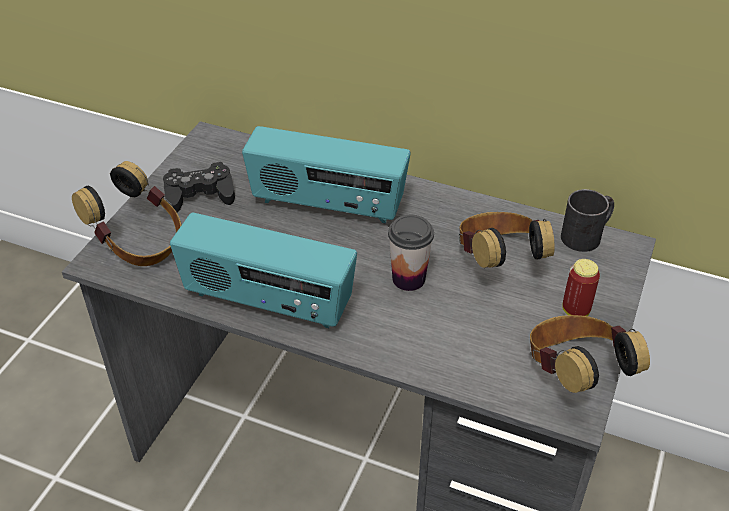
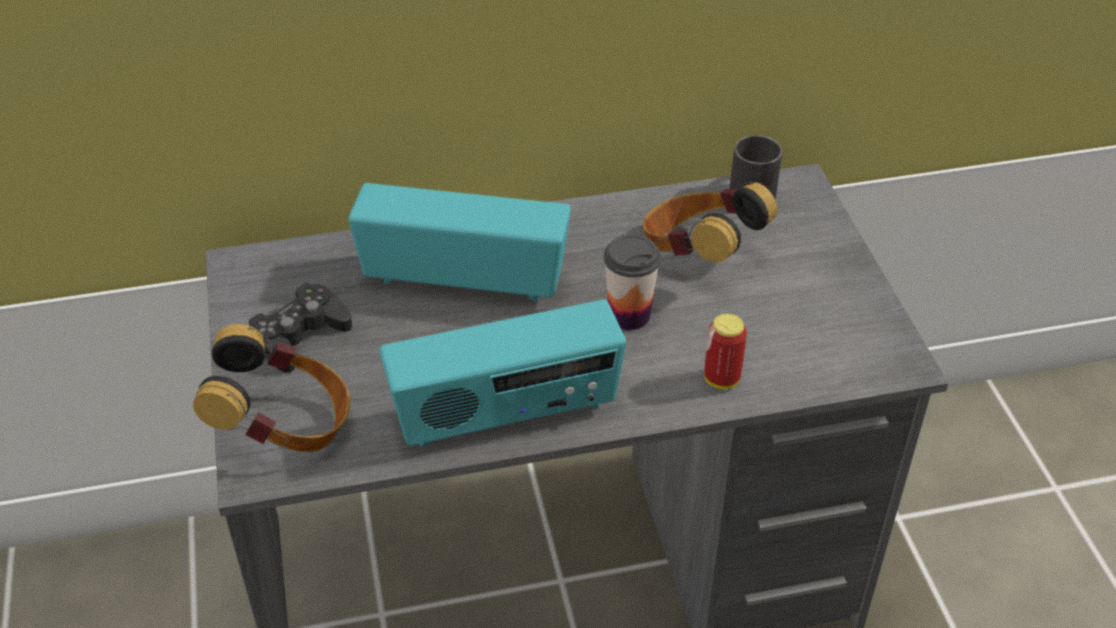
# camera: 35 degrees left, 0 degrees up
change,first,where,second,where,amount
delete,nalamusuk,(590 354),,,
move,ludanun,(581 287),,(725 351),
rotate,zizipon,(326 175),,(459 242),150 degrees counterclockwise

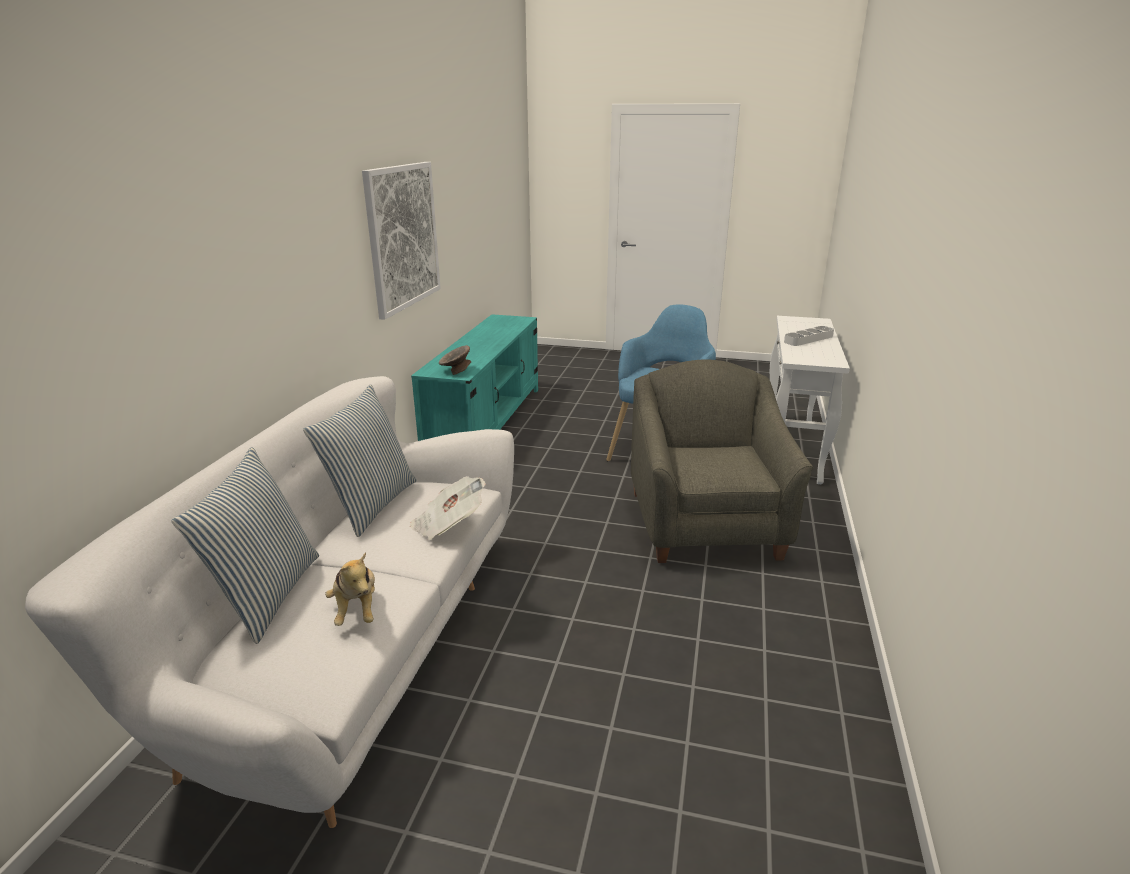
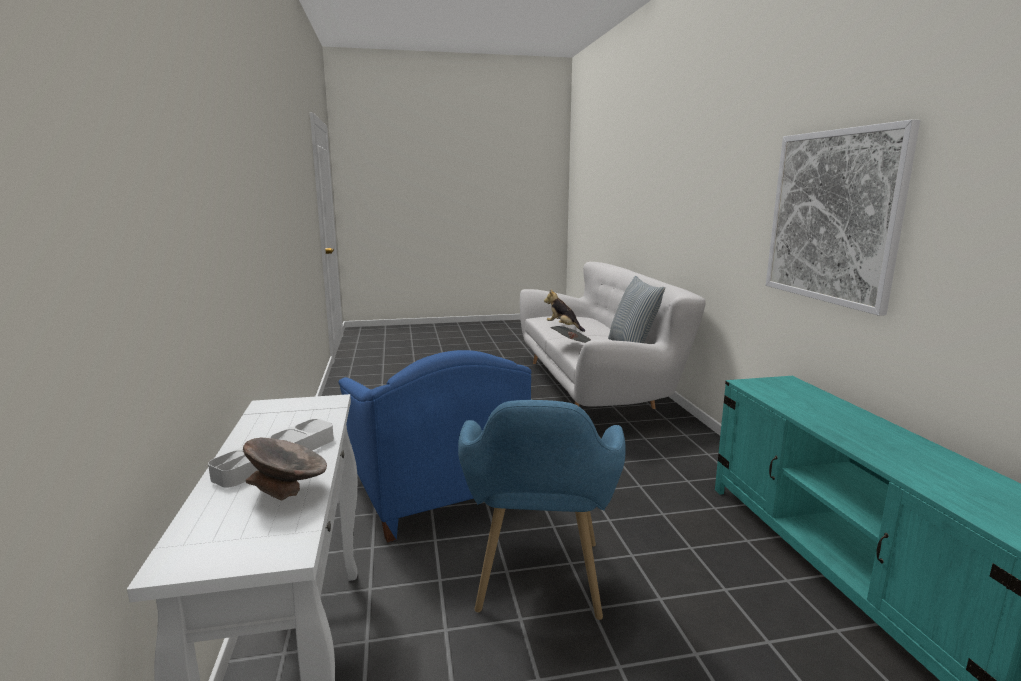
# camera: 155 degrees right, 10 degrees down
change,first,where,second,where,amount
delete,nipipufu,(245 545),,,
move,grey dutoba,(455 360),,(285 468),
recolor,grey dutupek,(722 461),blue dutupek,(435 446),

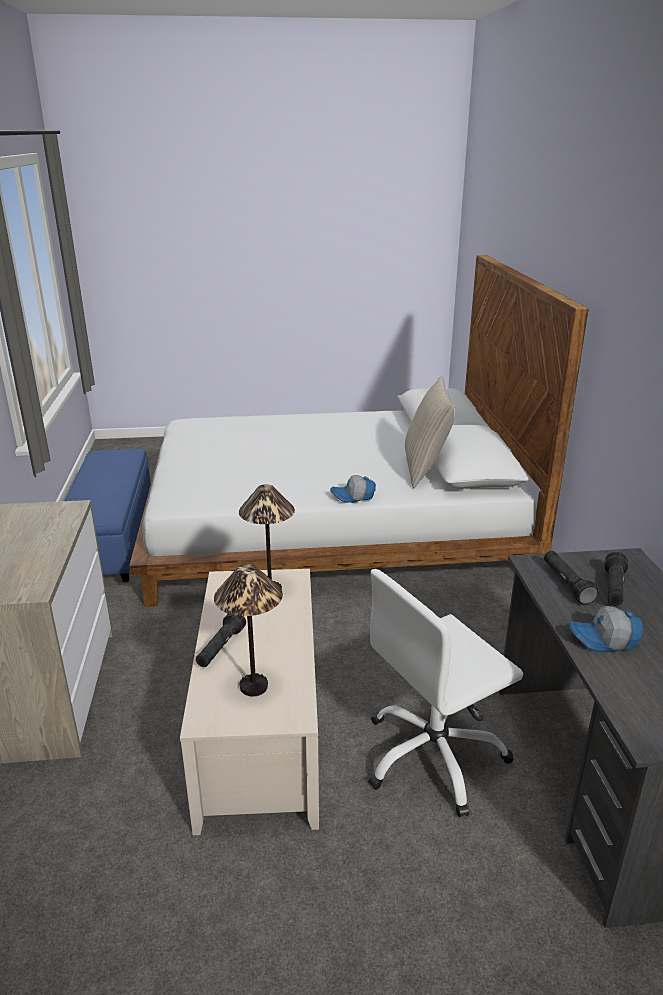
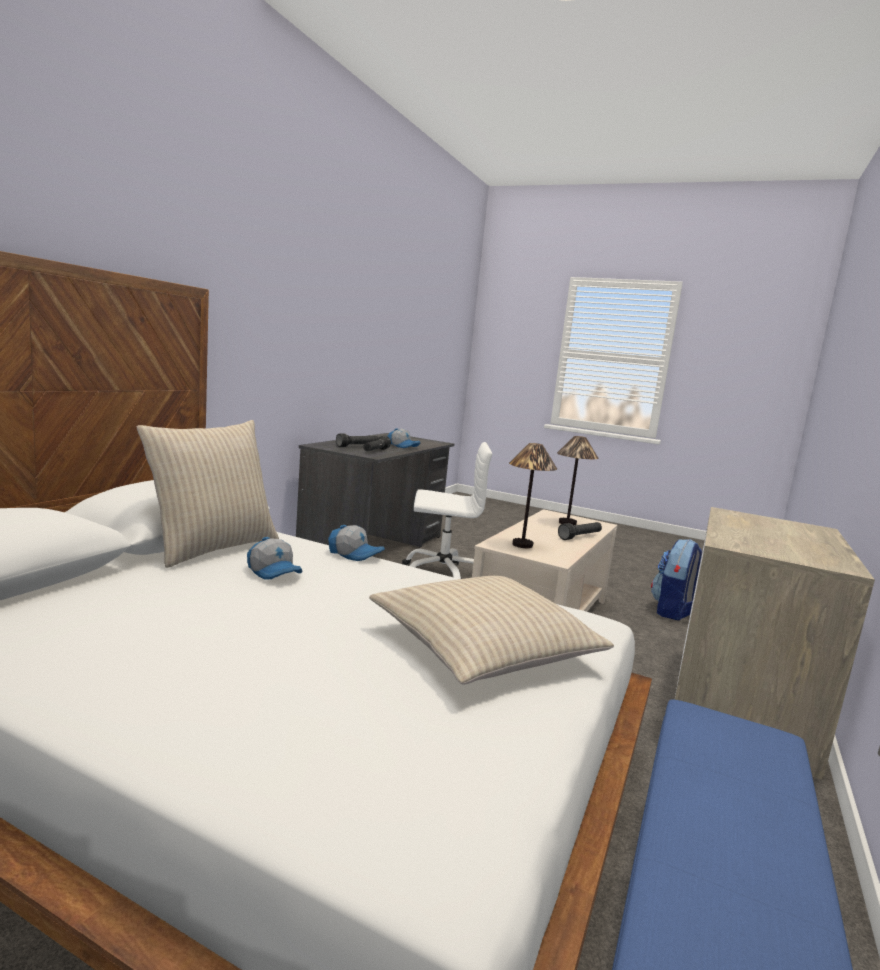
# camera: 150 degrees left, 15 degrees down
change,first,where,second,where,amount
insert,,,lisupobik,(275 558),
insert,,,beige nipipufu,(491 630),
insert,,,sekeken,(676 579),

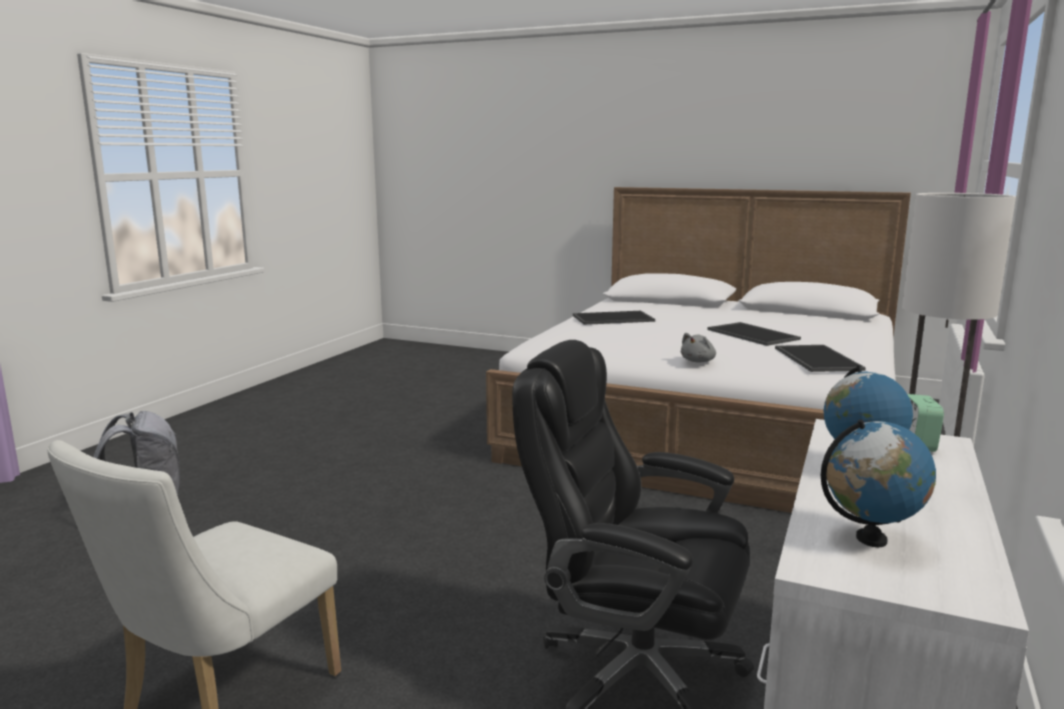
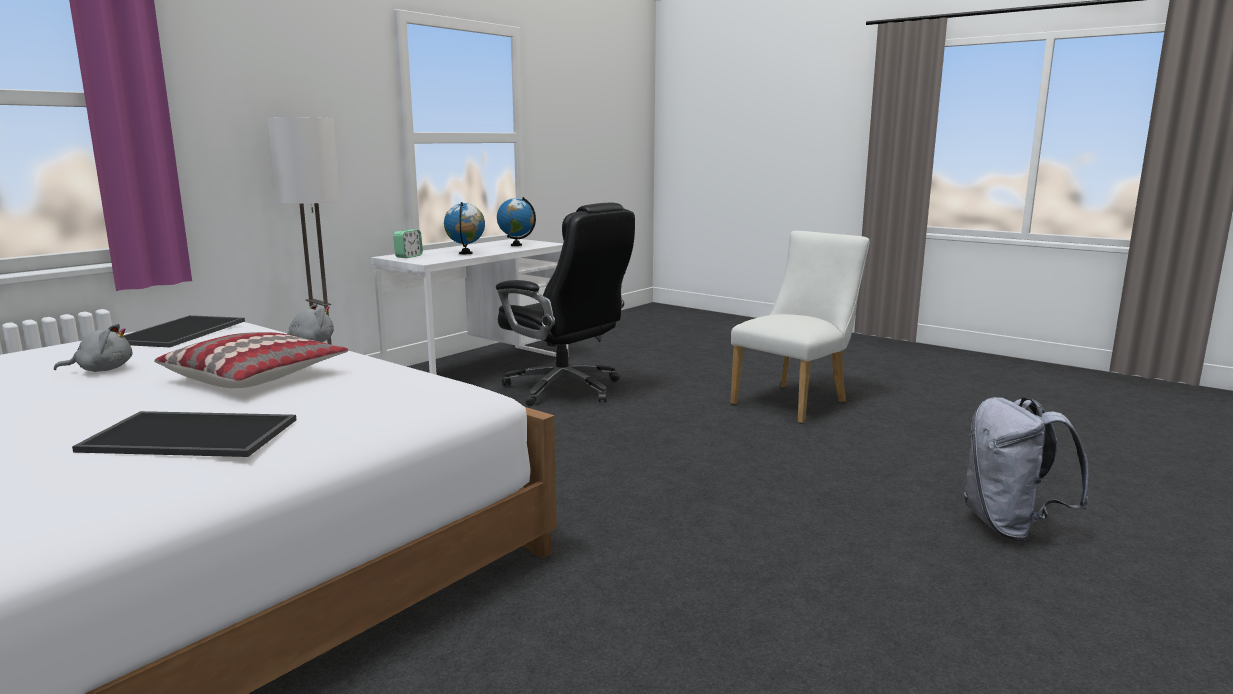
# camera: 165 degrees left, 0 degrees up
change,first,where,second,where,amount
insert,,,nipipufu,(251 360),
replace,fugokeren,(754 334),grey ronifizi,(93 348),

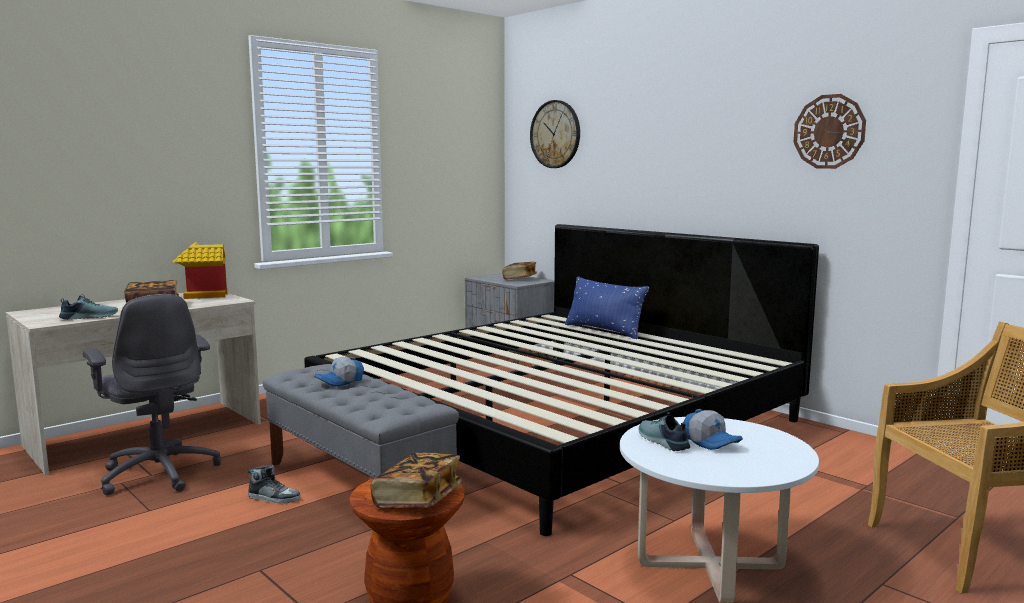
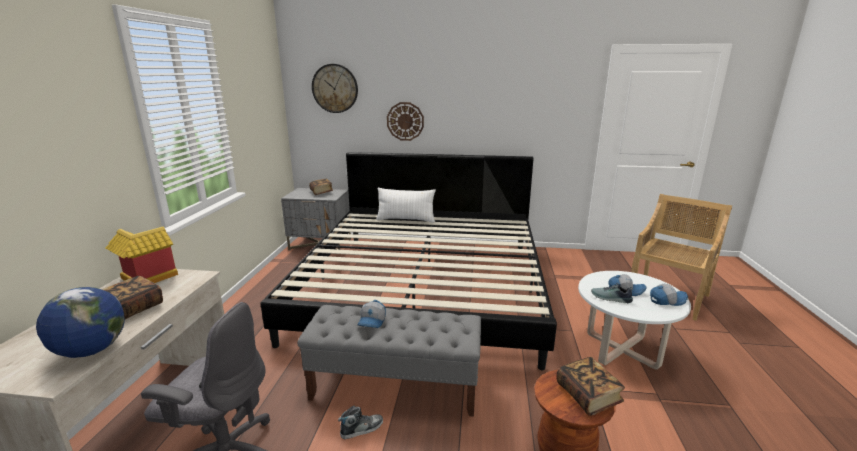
# camera: 40 degrees left, 10 degrees up
change,first,where,second,where,amount
insert,,,lisupobik,(669 295),
move,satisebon,(829 131),,(405 121),
replace,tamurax,(88 307),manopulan,(80 322),
recolor,blue nipipufu,(607 307),white nipipufu,(406 205),

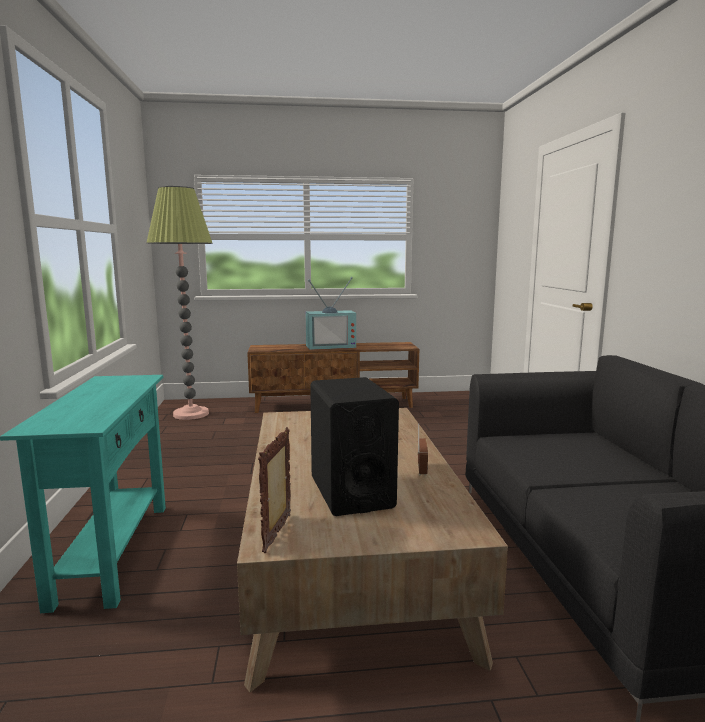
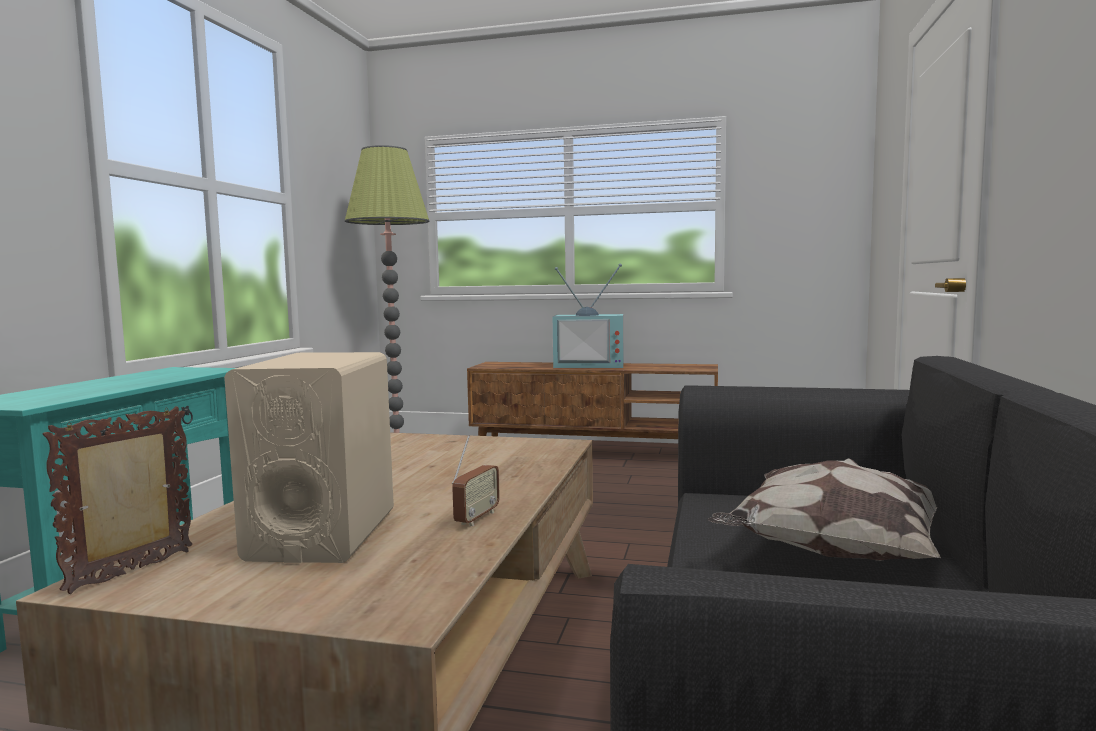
# camera: 20 degrees right, 5 degrees down
change,first,where,second,where,amount
insert,,,nipipufu,(824 509),
recolor,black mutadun,(354 446),beige mutadun,(309 457),

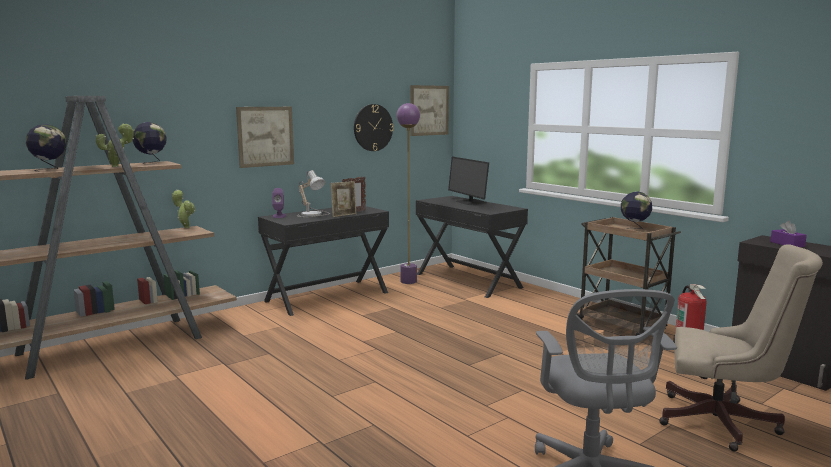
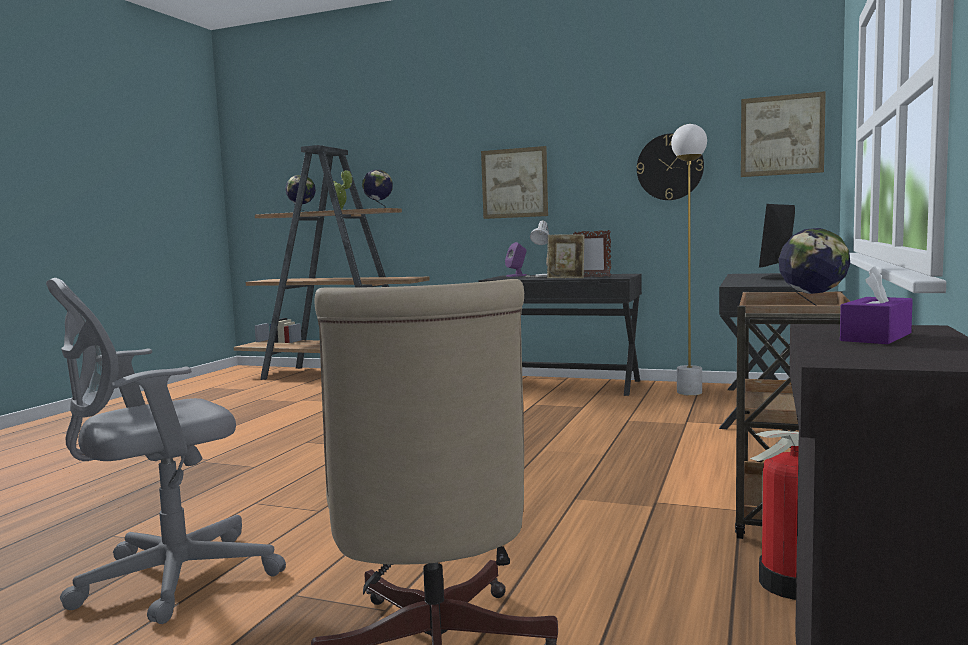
# camera: 60 degrees right, 5 degrees down
change,first,where,second,where,amount
delete,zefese,(184 209),,,
recolor,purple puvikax,(408 193),white puvikax,(689 260),

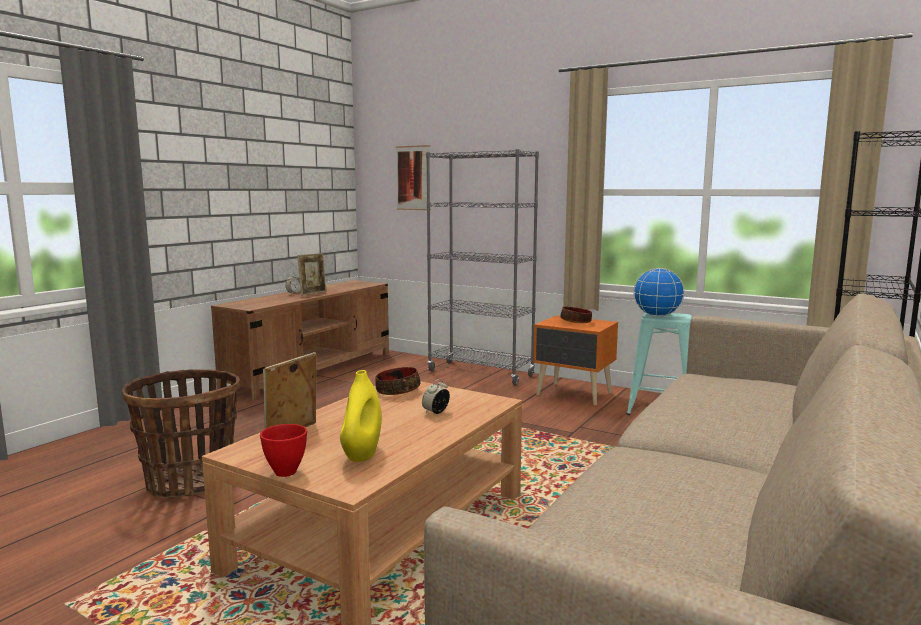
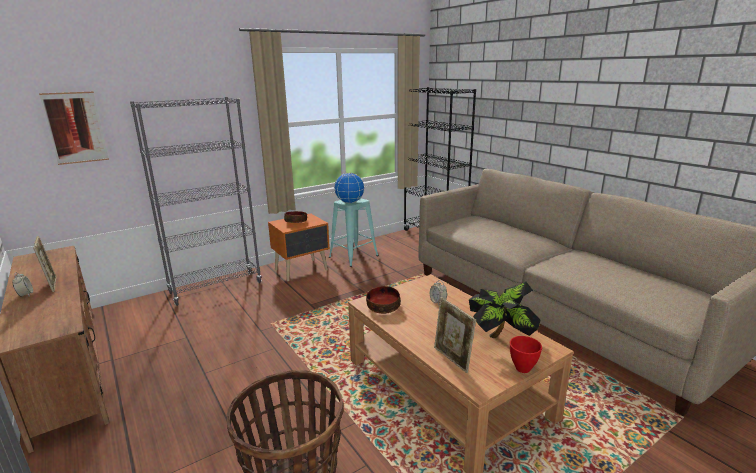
# camera: 65 degrees left, 10 degrees up
change,first,where,second,where,amount
replace,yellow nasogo,(361 416),zefese,(504 310),

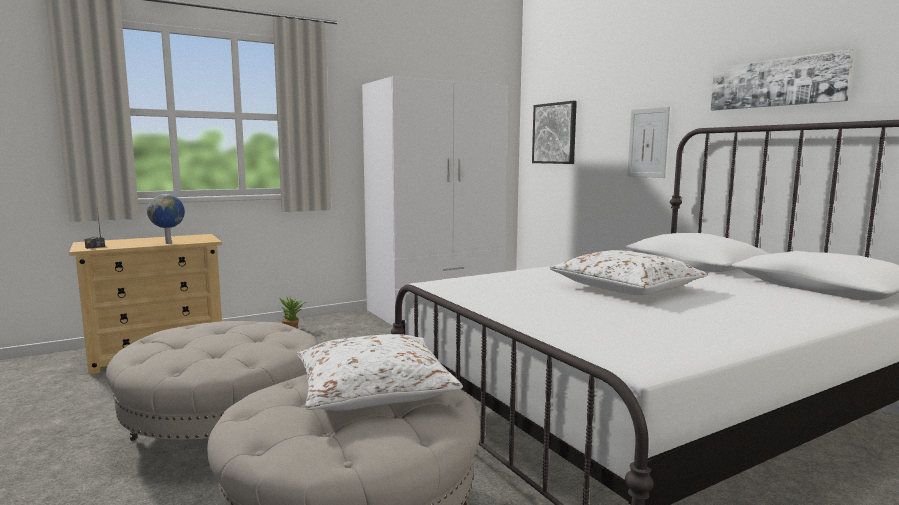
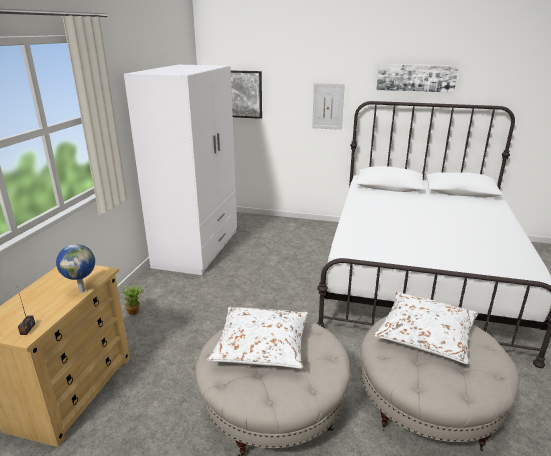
# camera: 45 degrees left, 15 degrees up
change,first,where,second,where,amount
move,white nipipufu,(628 272),,(257 338),

